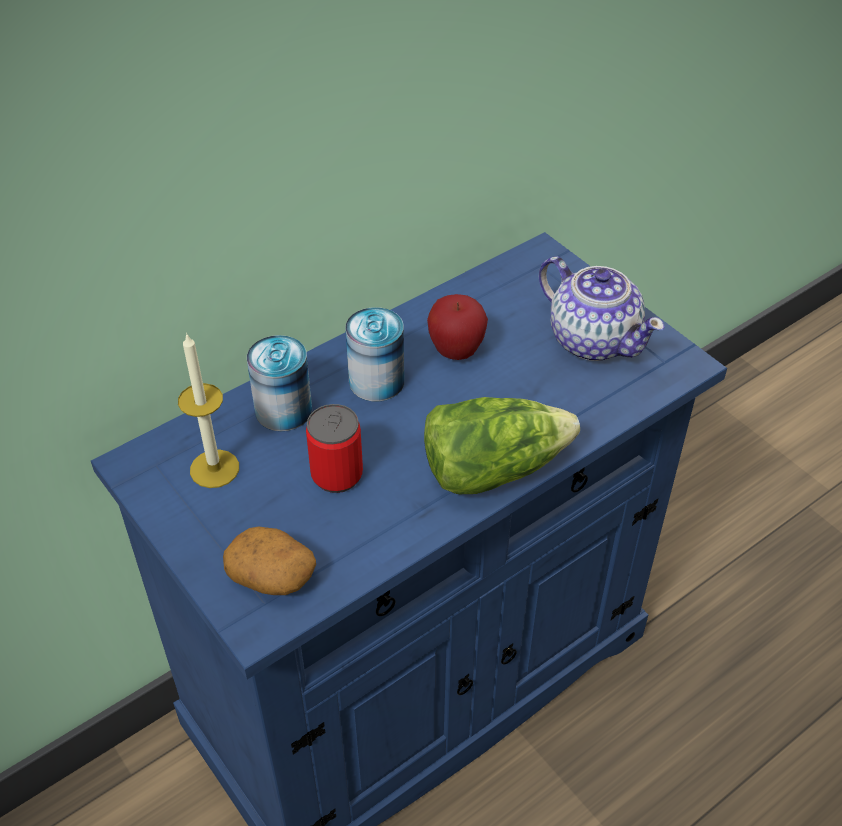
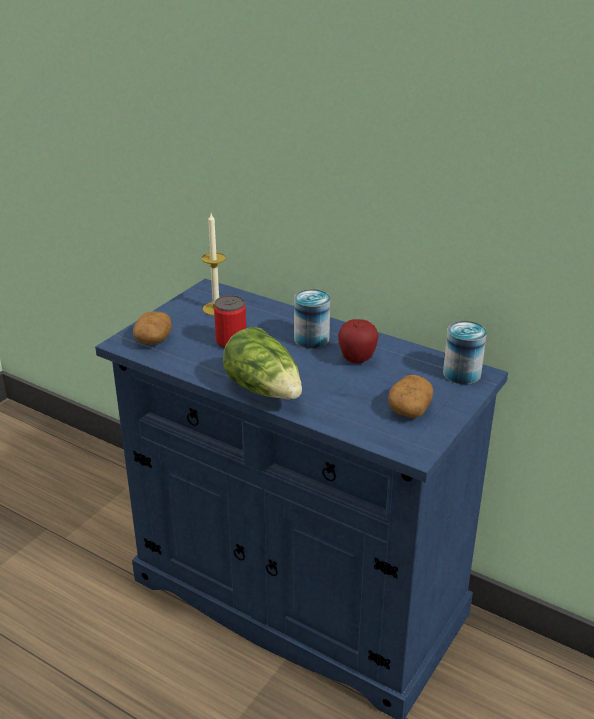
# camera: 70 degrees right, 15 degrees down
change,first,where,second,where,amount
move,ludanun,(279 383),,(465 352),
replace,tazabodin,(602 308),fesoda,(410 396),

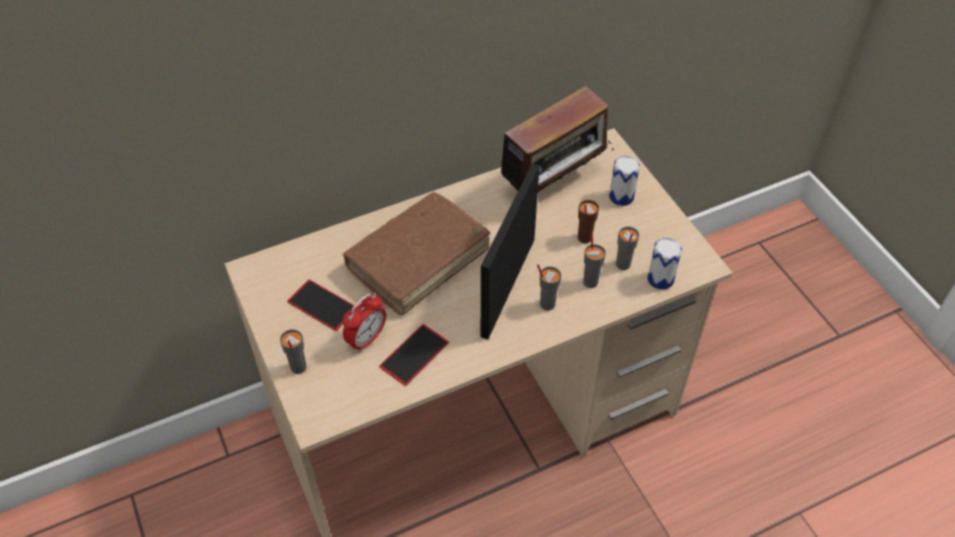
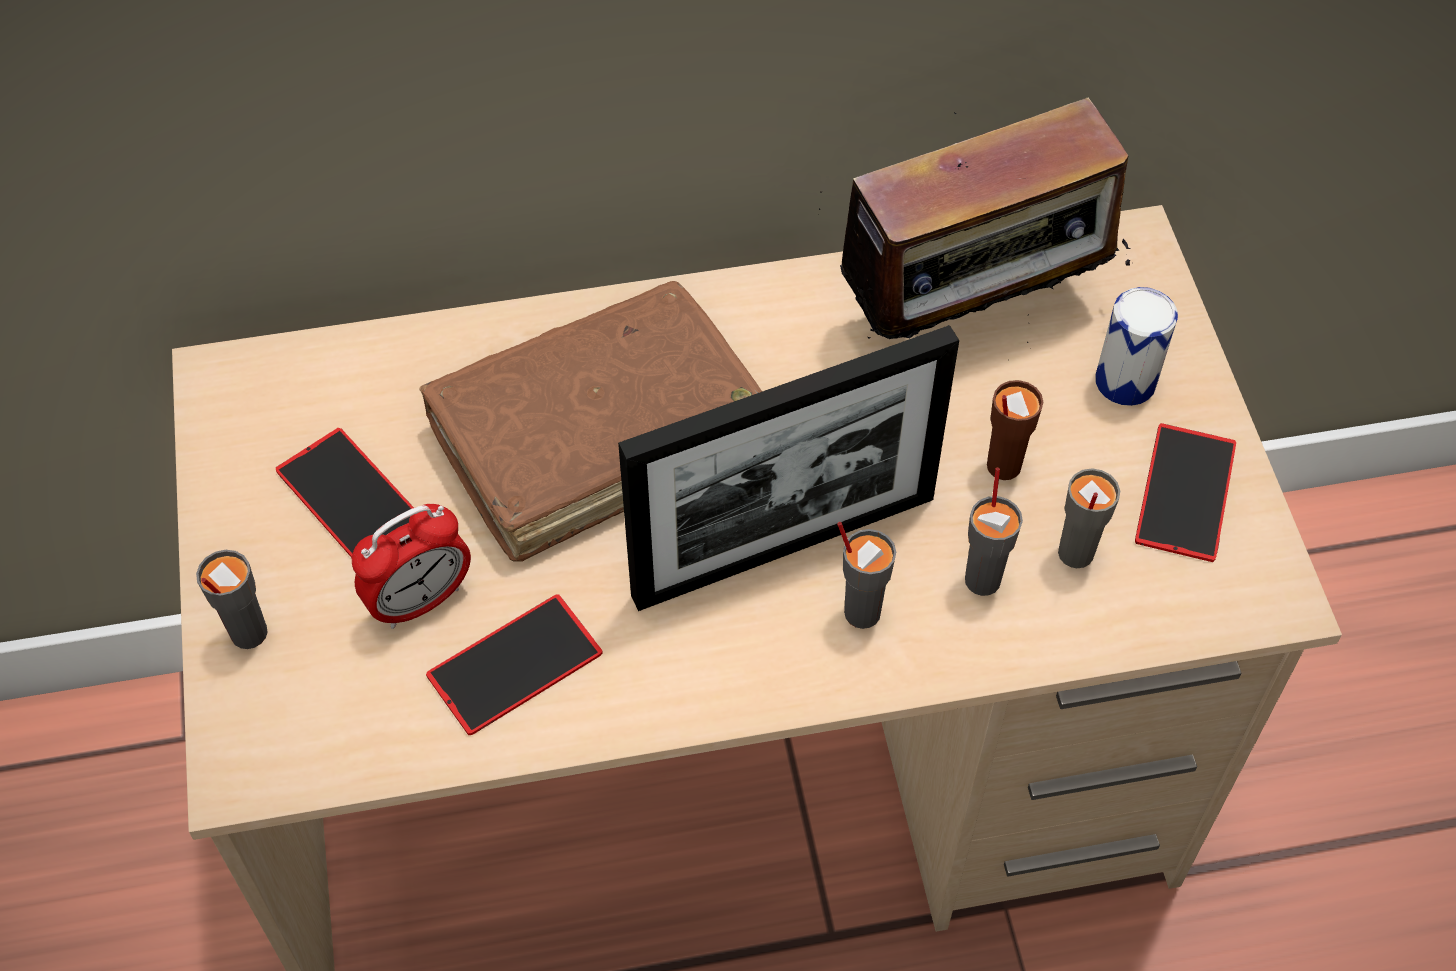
# camera: 15 degrees right, 5 degrees up
change,first,where,second,where,amount
delete,ludanun,(664 264),,,
insert,,,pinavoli,(1185 492),
rotate,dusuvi,(510 251),,(788 468),150 degrees counterclockwise

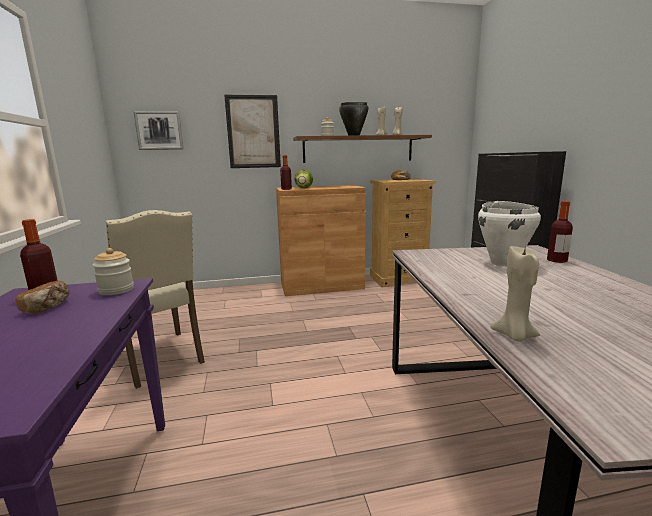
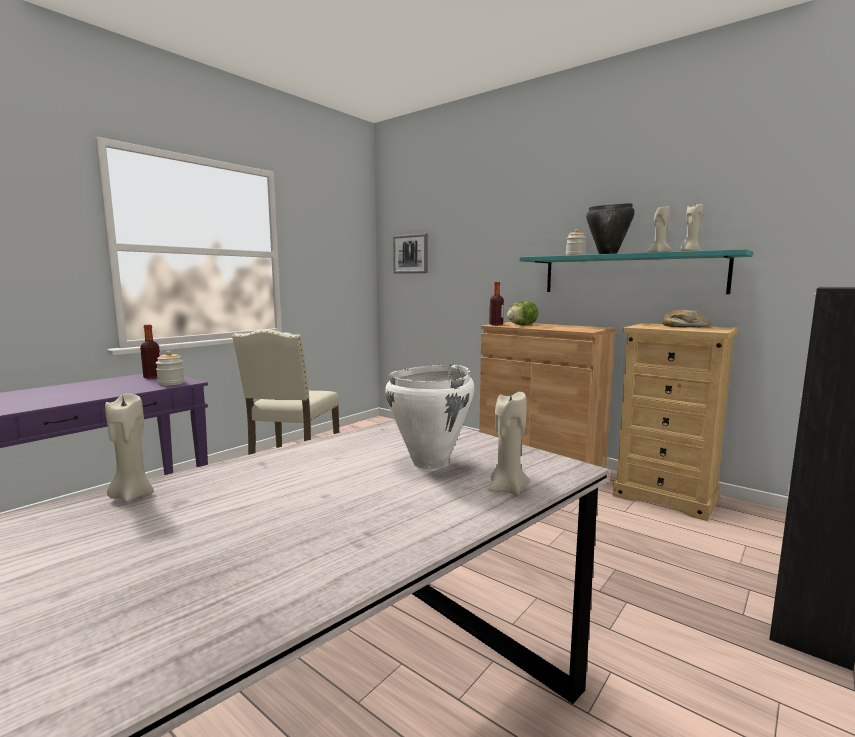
# camera: 50 degrees right, 5 degrees down
change,first,where,second,where,amount
delete,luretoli,(42 297),,,
delete,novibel,(252 131),,,
replace,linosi,(560 232),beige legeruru,(509 443),
recolor,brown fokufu,(362 149),turquoise fokufu,(636 271),

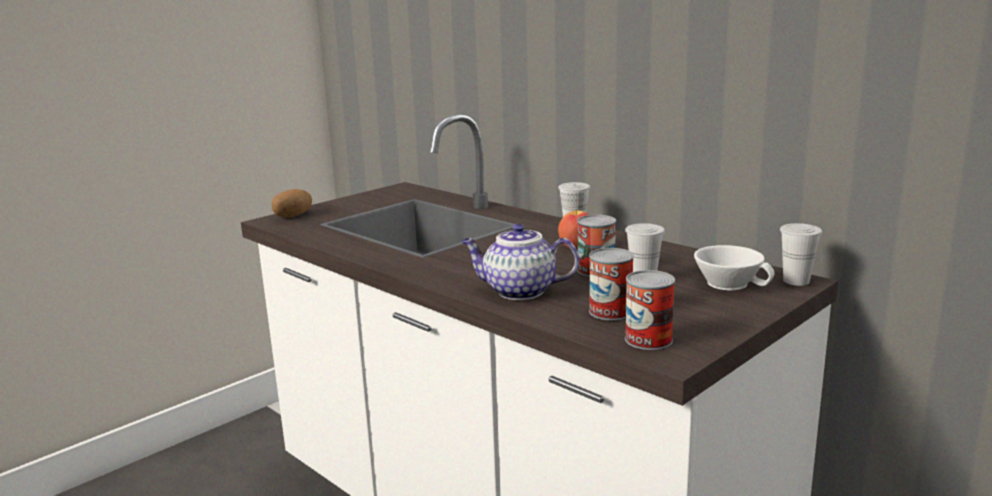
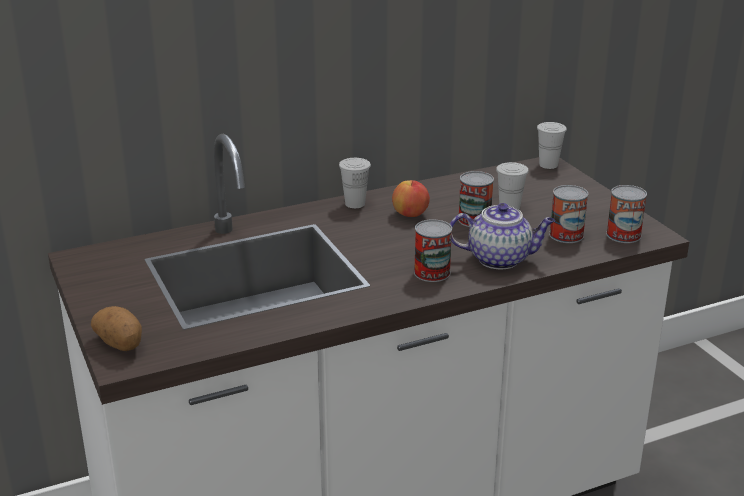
# camera: 70 degrees left, 10 degrees up
change,first,where,second,where,amount
delete,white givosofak,(734 267),,,
insert,,,ludanun,(433 250),
rotate,tazabodin,(520 262),,(502 236),120 degrees counterclockwise

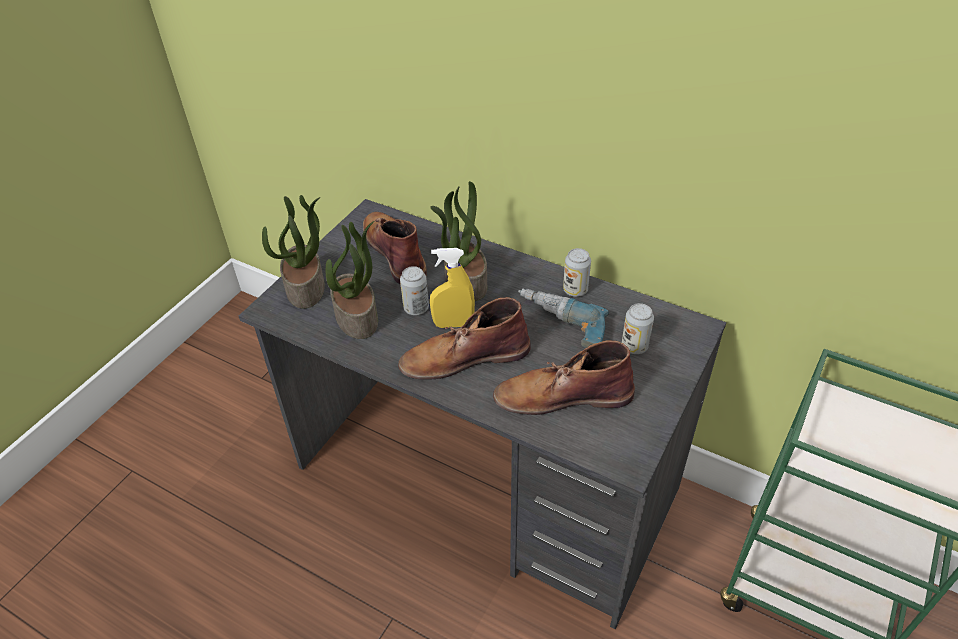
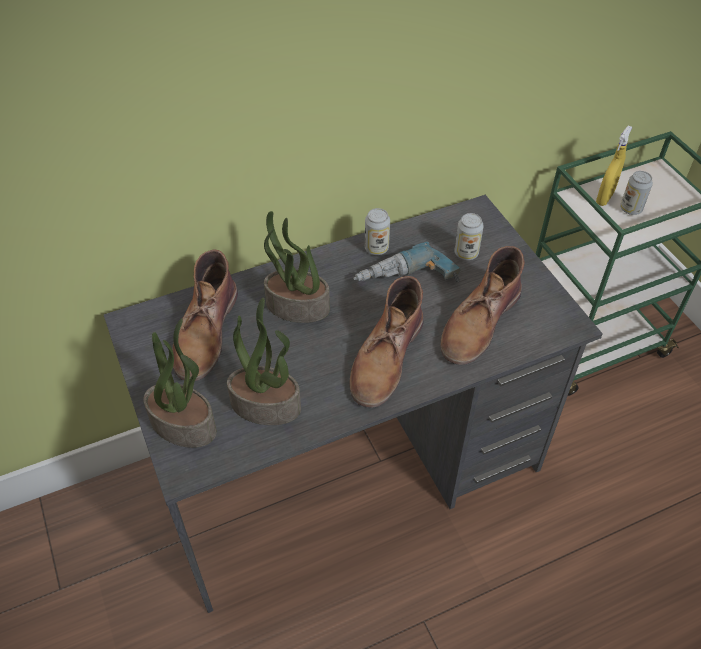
# camera: 55 degrees left, 5 degrees up
change,first,where,second,where,amount
move,ludanun,(414 290),,(636 193),
move,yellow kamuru,(452 288),,(614 166),
rotate,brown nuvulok,(395 248),,(205 315),90 degrees counterclockwise

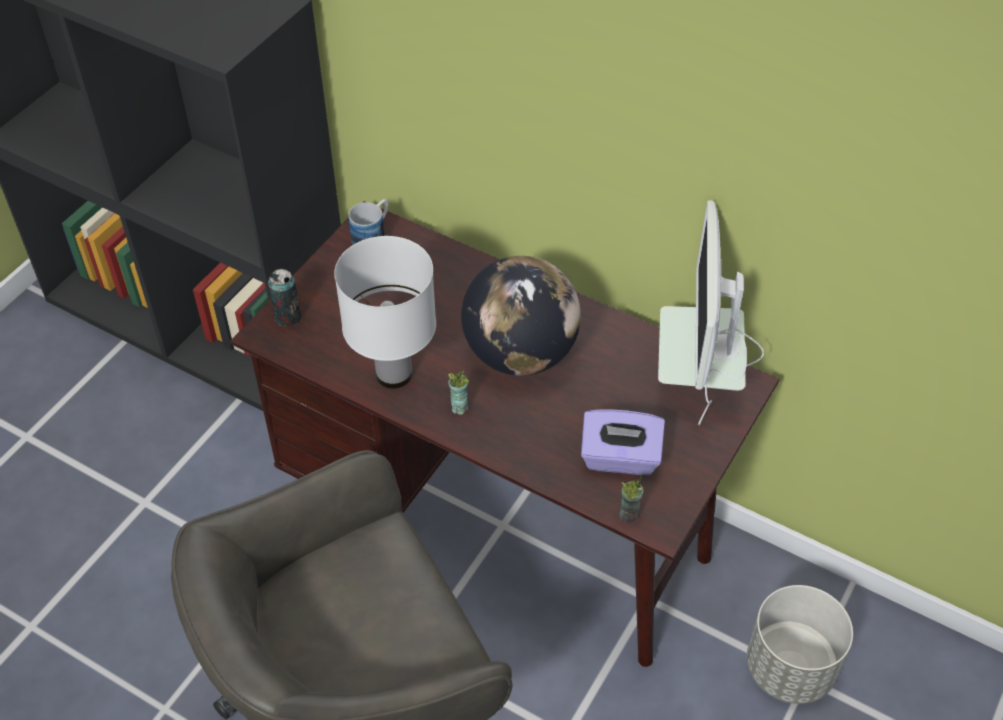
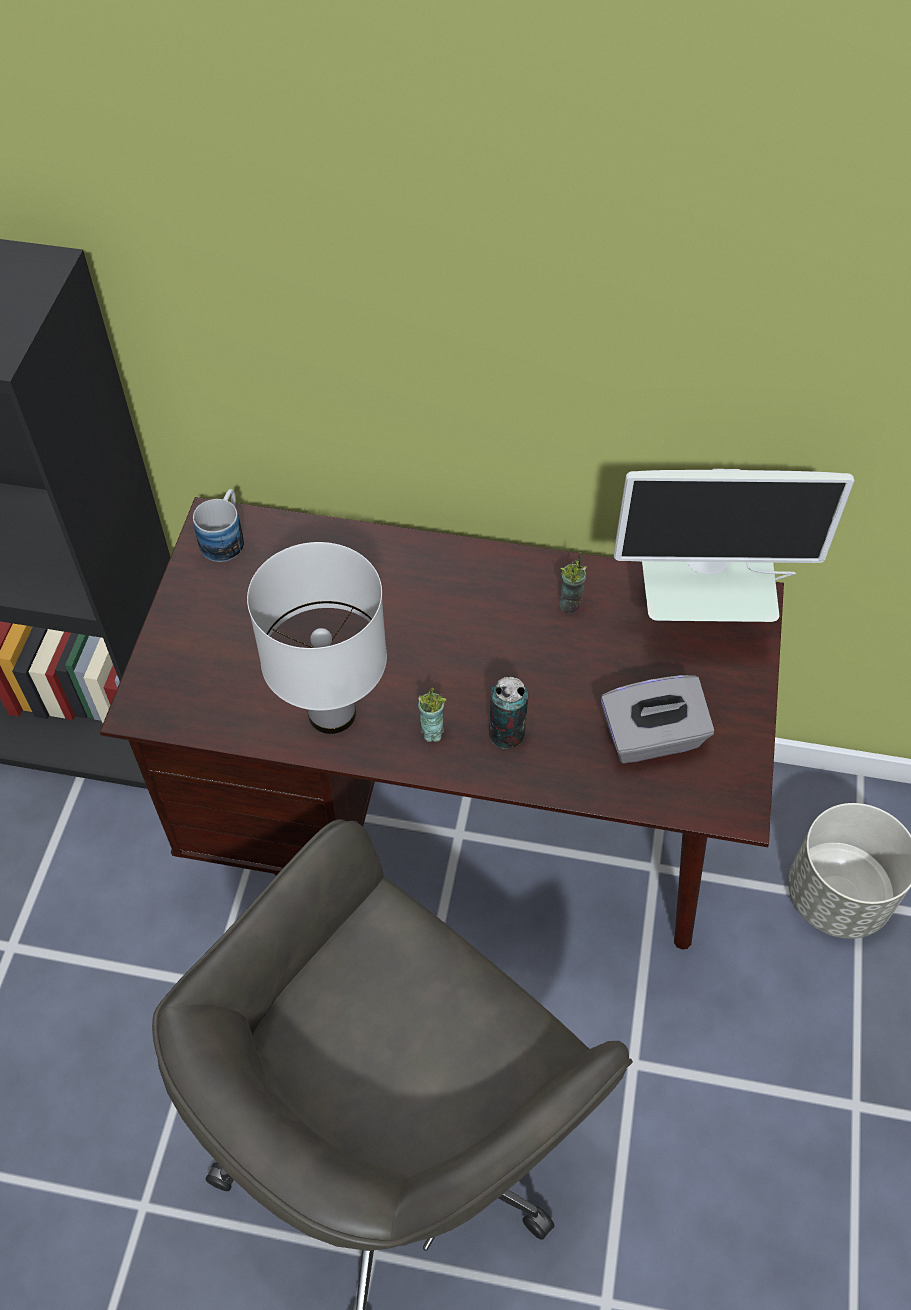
# camera: 20 degrees left, 5 degrees up
change,first,where,second,where,amount
delete,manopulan,(521 316),,,
move,ludanun,(284 298),,(508 713),
move,givosofak,(631 498),,(573 583),
recolor,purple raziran,(623 442),grey raziran,(657 719),
rotate,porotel,(711 312),,(734 545),75 degrees counterclockwise

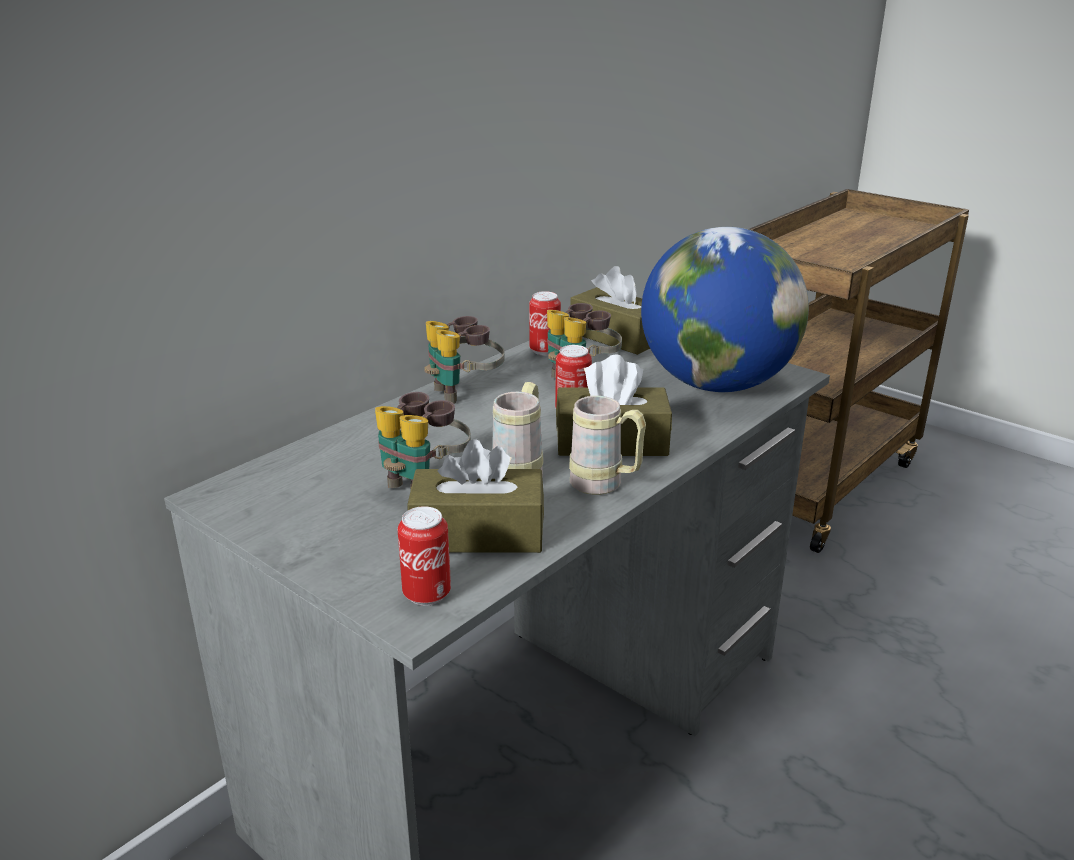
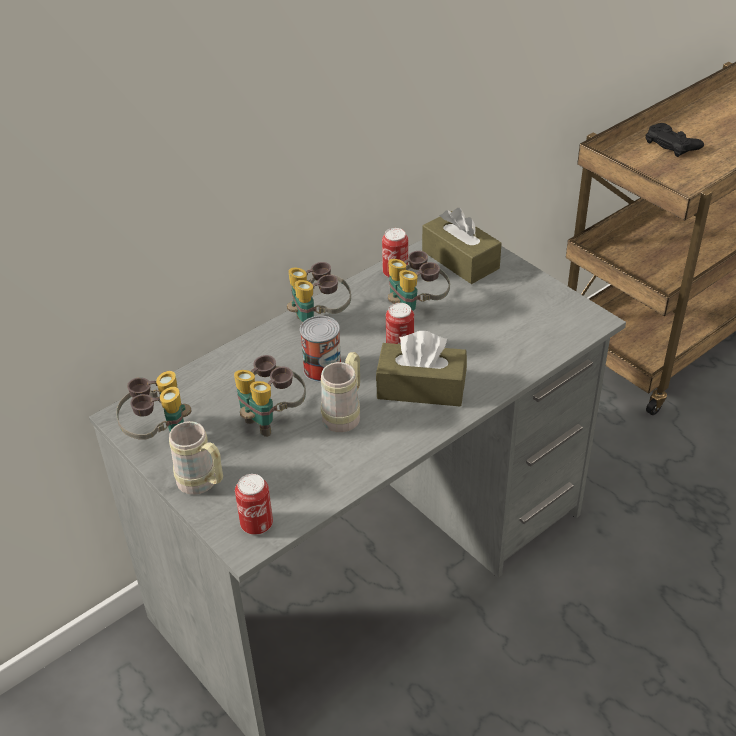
# camera: 10 degrees right, 15 degrees up
change,first,where,second,where,amount
delete,brown raziran,(475 496),,,
delete,manopulan,(725 309),,,
insert,,,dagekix,(153 405),
insert,,,ludanun,(320 349),
insert,,,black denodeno,(674 140),
move,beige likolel,(607 445),,(196 458),

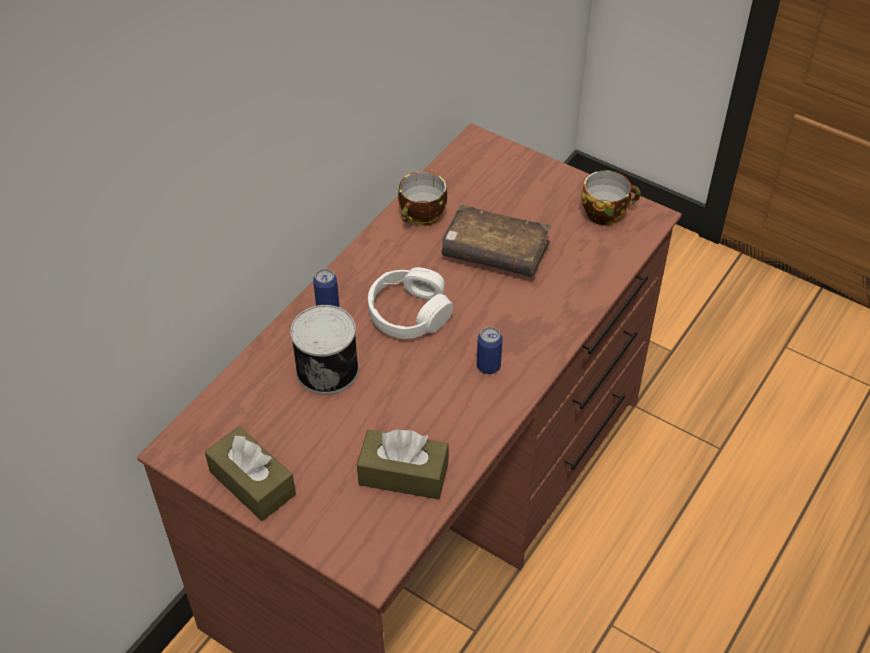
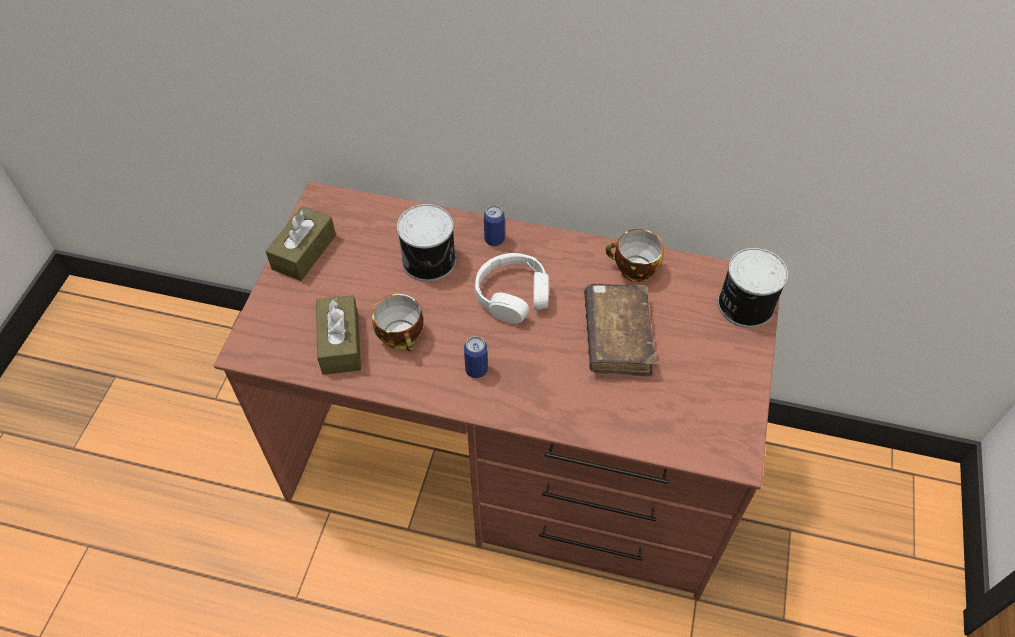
# camera: 70 degrees right, 5 degrees up
change,first,where,second,where,amount
insert,,,ludanun,(753 288),
move,givosofak,(611 197),,(397 322),

